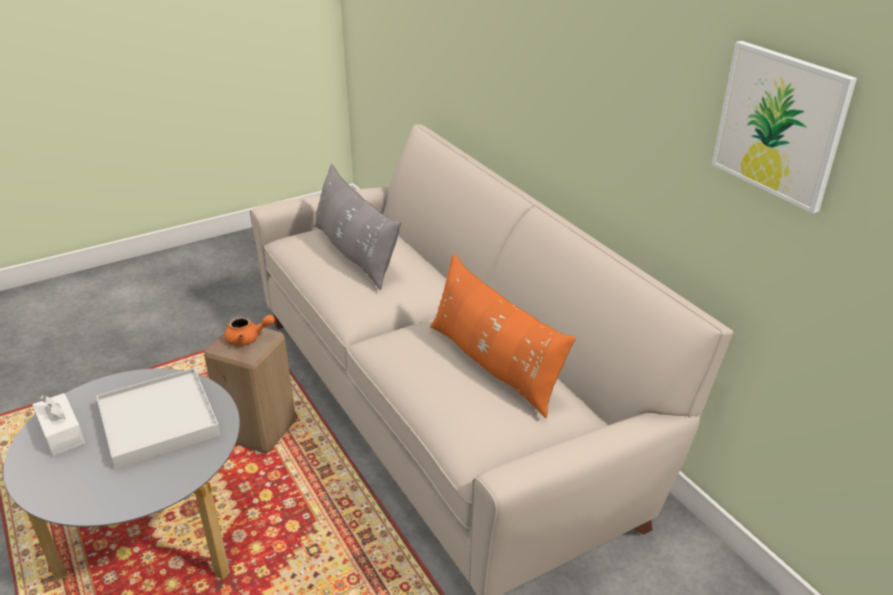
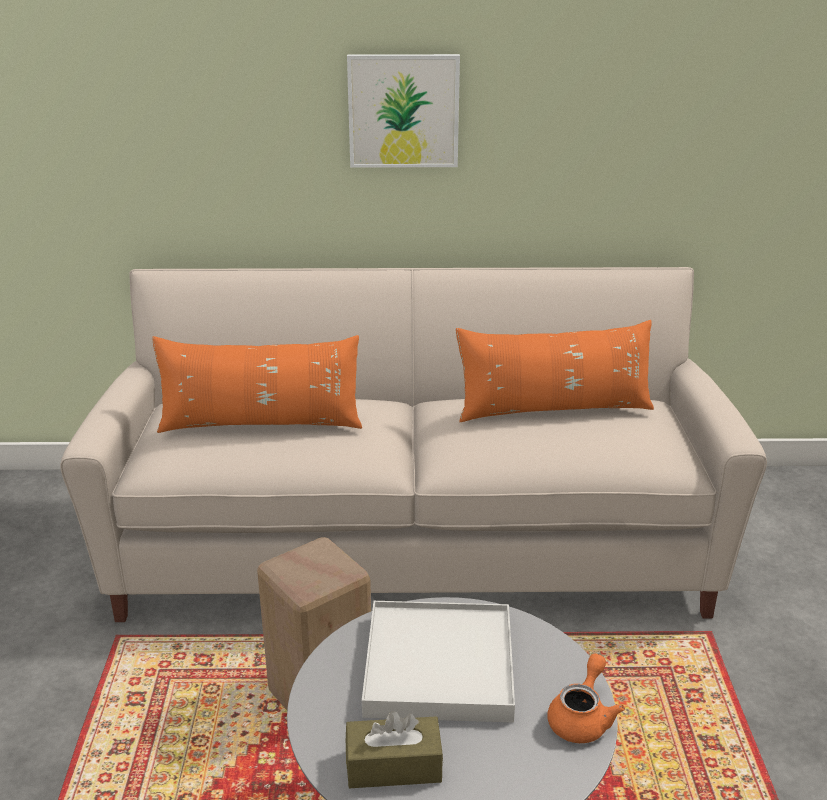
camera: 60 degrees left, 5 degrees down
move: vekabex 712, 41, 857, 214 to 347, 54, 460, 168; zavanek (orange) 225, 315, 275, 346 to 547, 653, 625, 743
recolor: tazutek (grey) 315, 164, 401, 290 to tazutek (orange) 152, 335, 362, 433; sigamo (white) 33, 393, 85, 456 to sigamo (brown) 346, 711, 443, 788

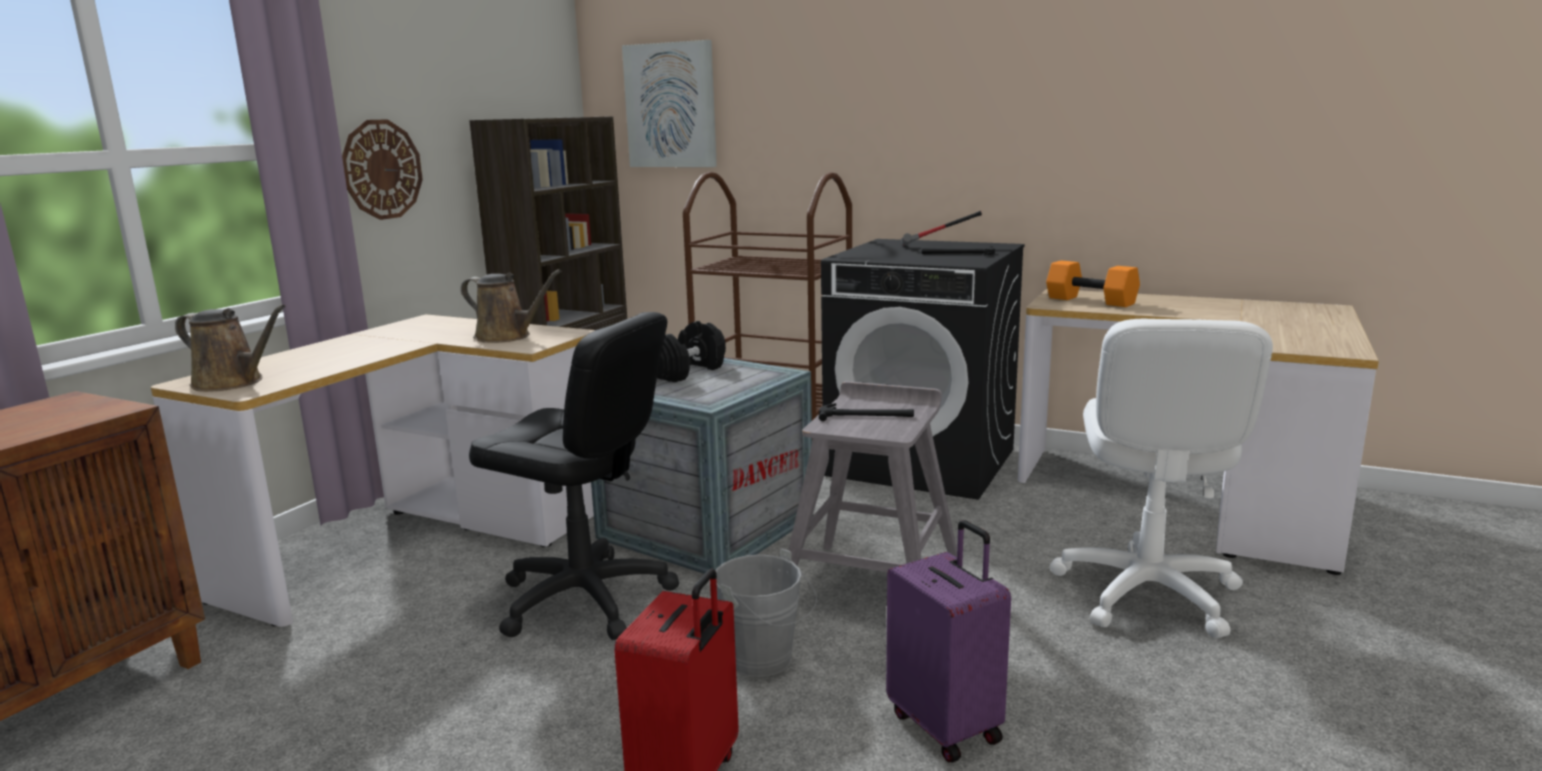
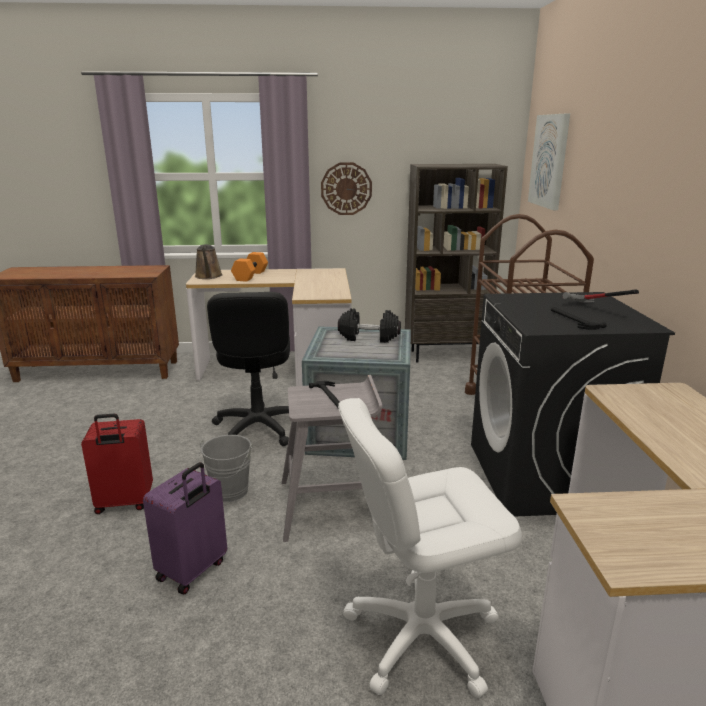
camera: 60 degrees right, 5 degrees up
delete: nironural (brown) 461, 269, 561, 343
move: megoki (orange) 1046, 260, 1140, 307 to 231, 252, 268, 282

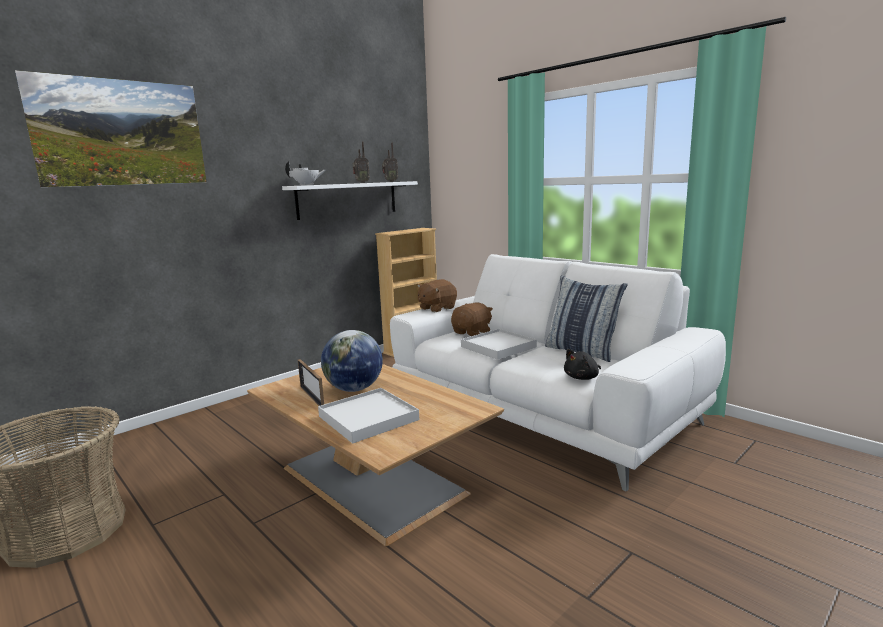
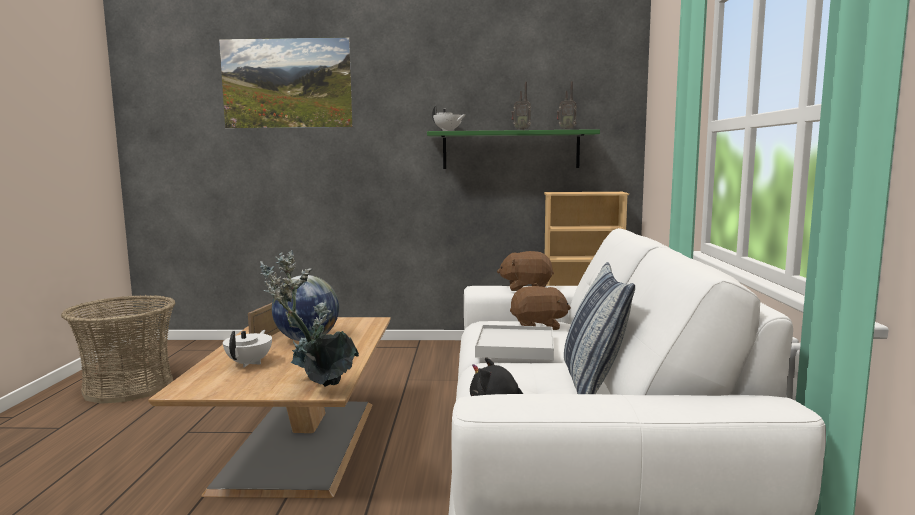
camera: 45 degrees right, 5 degrees down
insert: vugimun 260, 250, 359, 387
replace: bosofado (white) 318, 388, 419, 444 to zavanek (white) 223, 330, 272, 367
recolor: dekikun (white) 282, 181, 418, 220 to dekikun (green) 427, 129, 600, 169

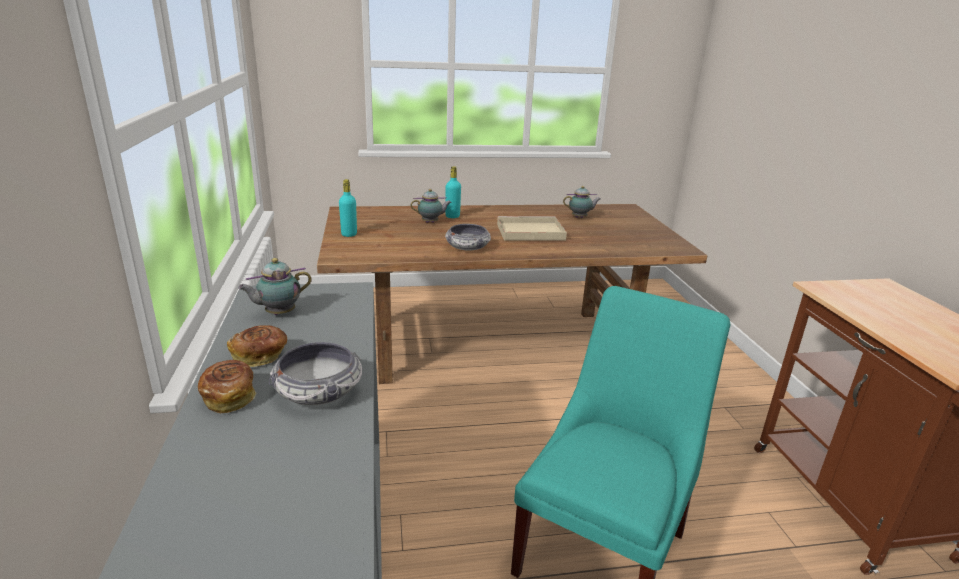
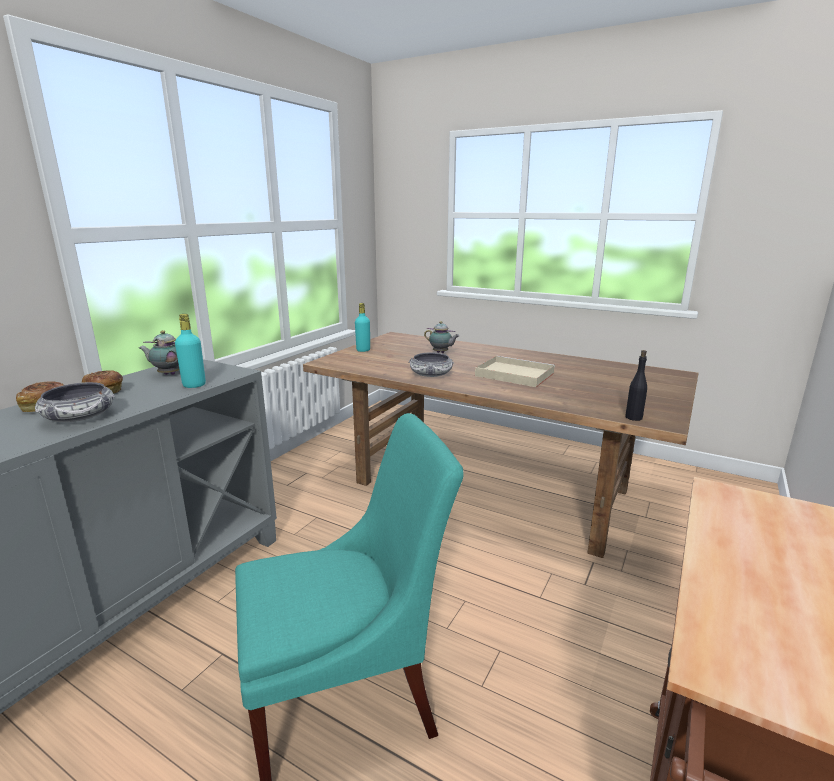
camera: 40 degrees right, 5 degrees down
delete: zavanek 563, 186, 600, 218
insert: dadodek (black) 625, 350, 647, 421
move: dadodek (turquoise) 446, 166, 461, 218 to 175, 314, 206, 388

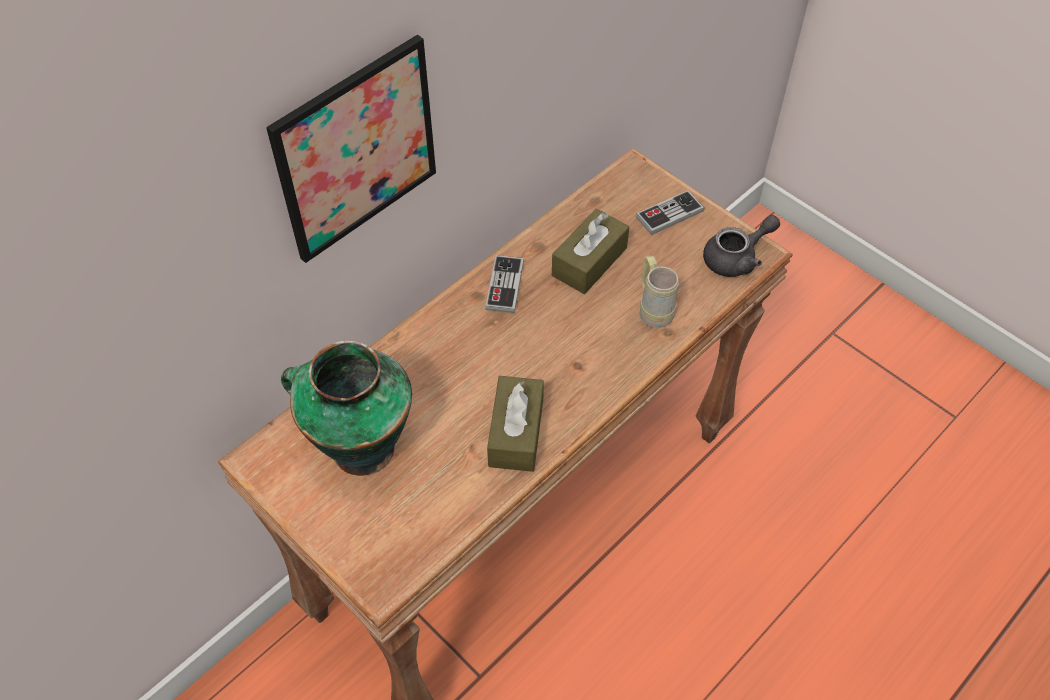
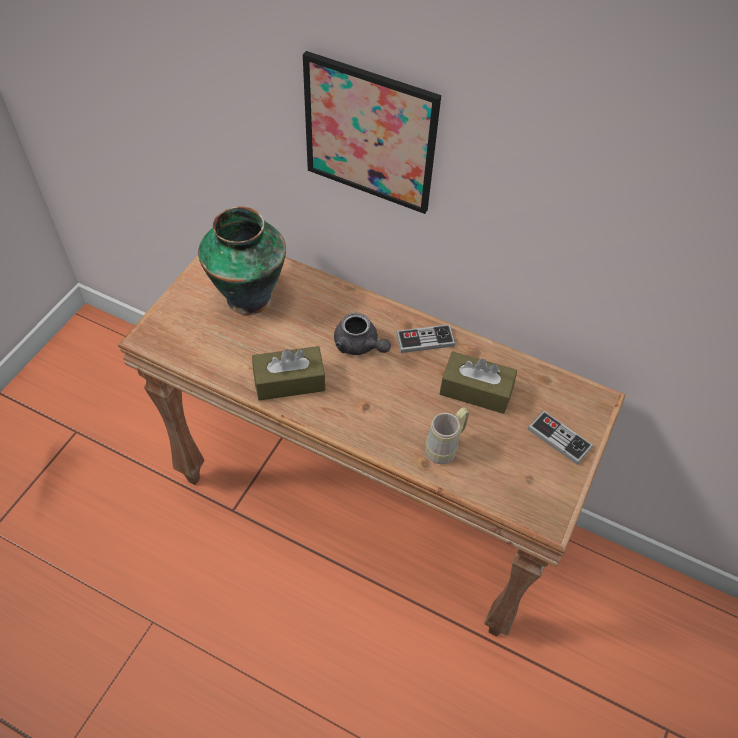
camera: 70 degrees right, 0 degrees up
move: zavanek (grey) 703, 215, 780, 277 to 334, 313, 391, 355

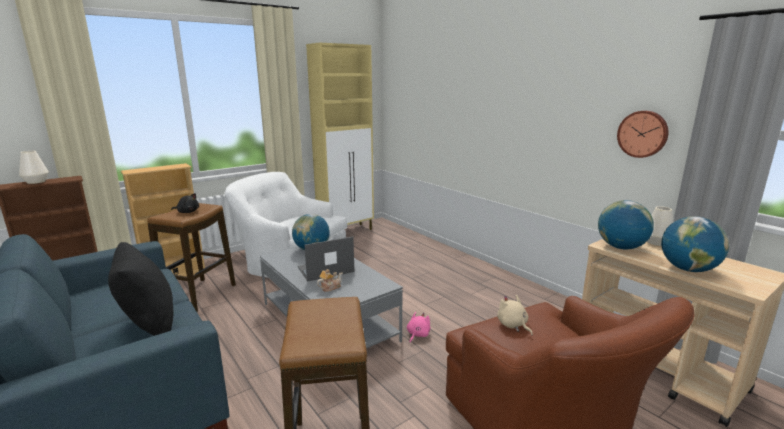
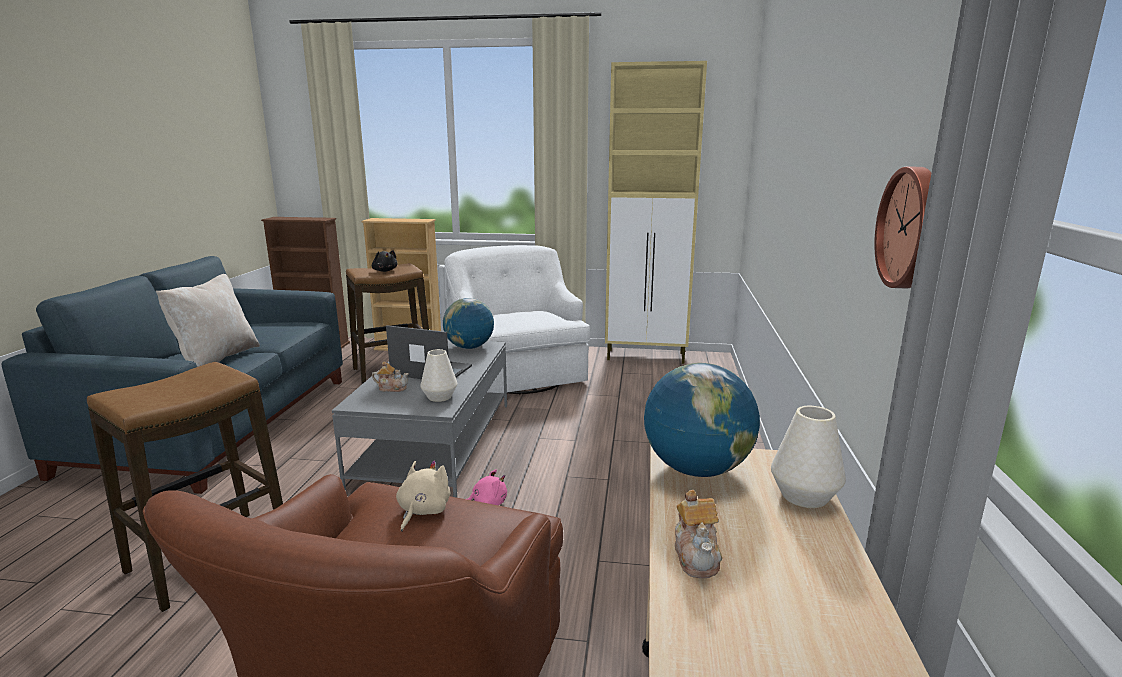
camera: 45 degrees right, 0 degrees up
move: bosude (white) 19, 151, 49, 184 to 420, 349, 457, 402
replace: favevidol 661, 217, 729, 272 to zavanek 675, 490, 722, 578
recolor: tazutek (black) 108, 242, 174, 336 to tazutek (beige) 156, 274, 260, 367

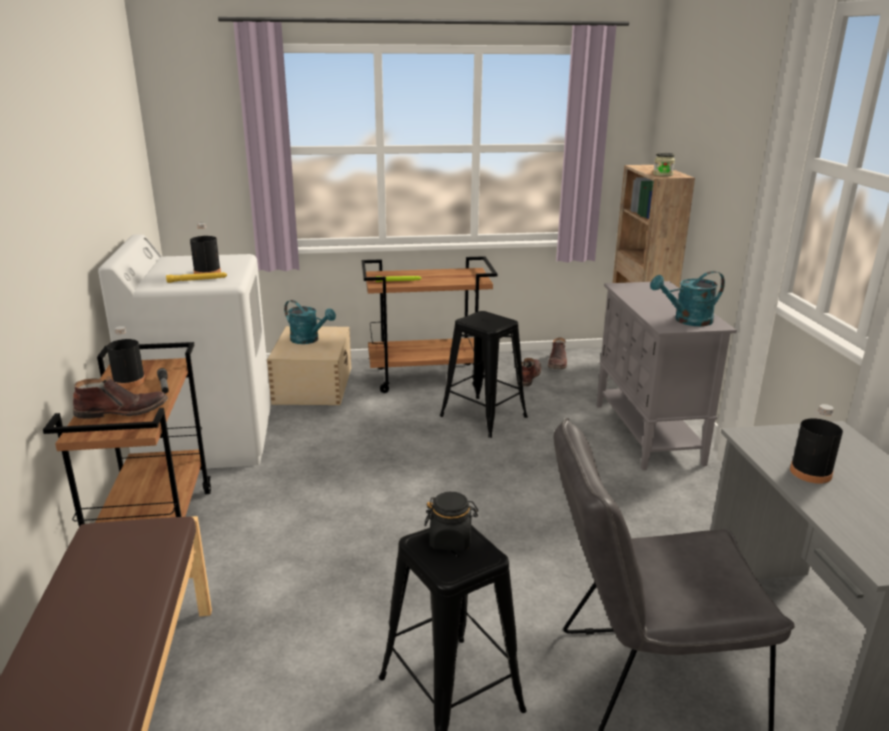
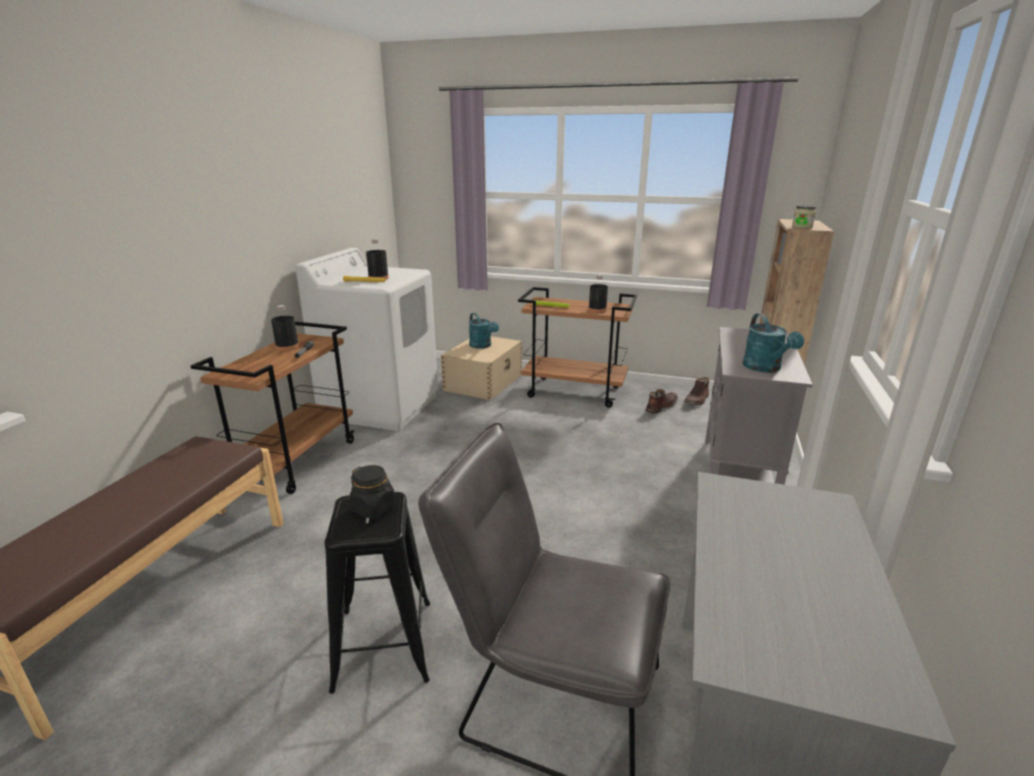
camera: 25 degrees right, 0 degrees up
delete: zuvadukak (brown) 73, 376, 168, 419; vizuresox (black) 440, 311, 528, 438
move: dadodek (black) 790, 404, 843, 484 to 589, 275, 608, 313
rotate: nironural (turquoise) 650, 271, 725, 326 = 743, 313, 804, 373 105 degrees counterclockwise

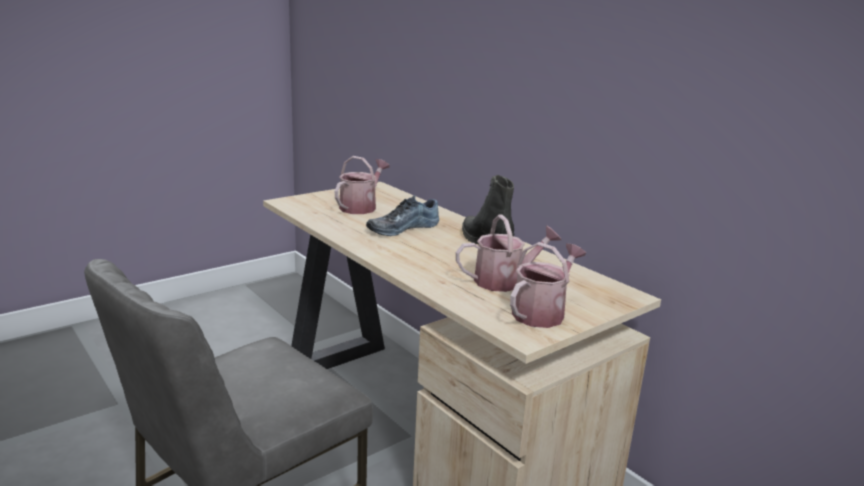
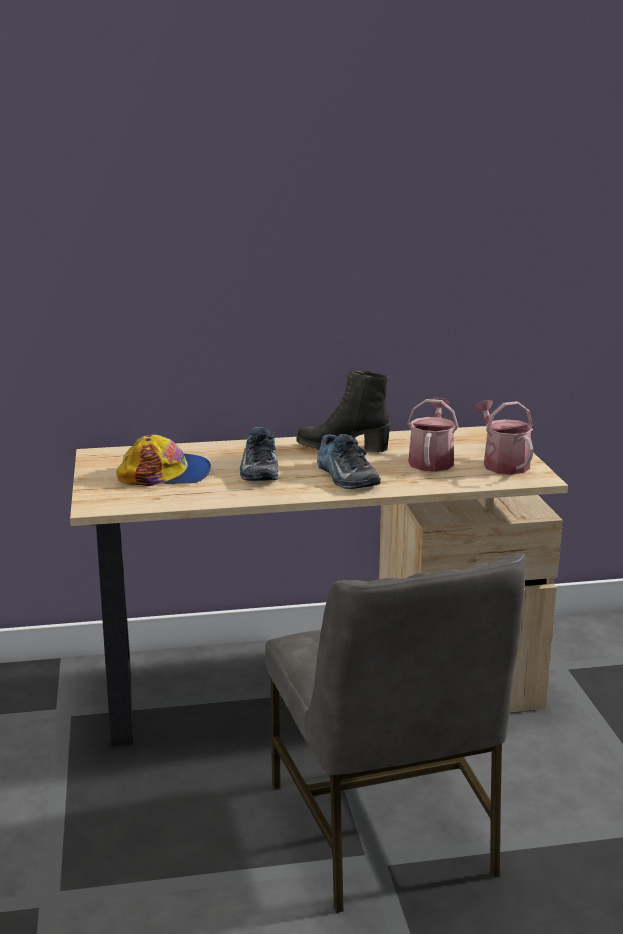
camera: 60 degrees left, 0 degrees up
insert: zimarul 317, 434, 381, 489
replace: nironural 335, 156, 389, 214 to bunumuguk 116, 434, 211, 486

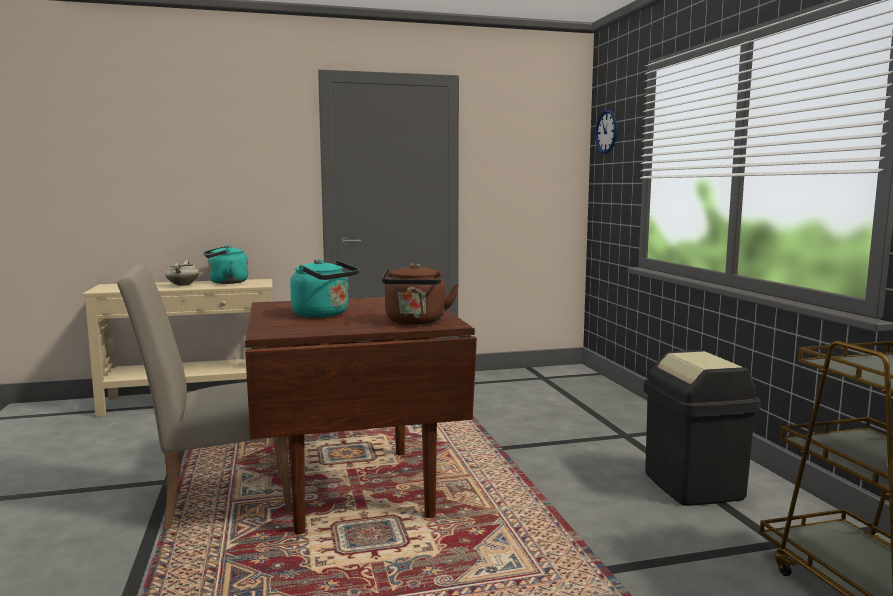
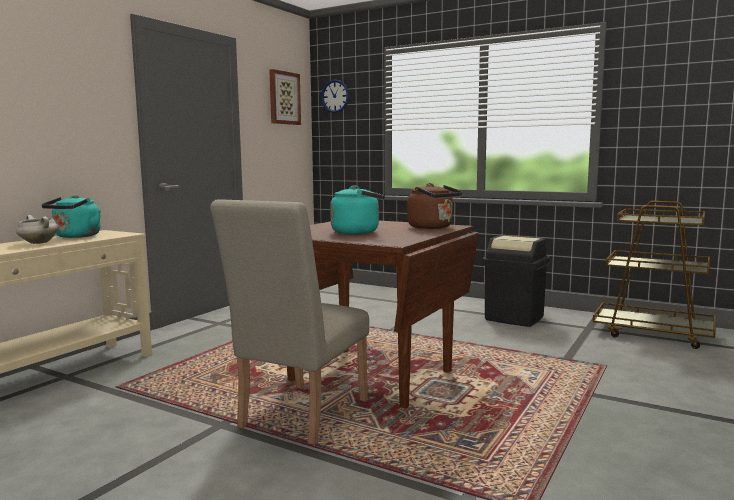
camera: 45 degrees left, 0 degrees up
insert: vekabex 269, 69, 301, 125

